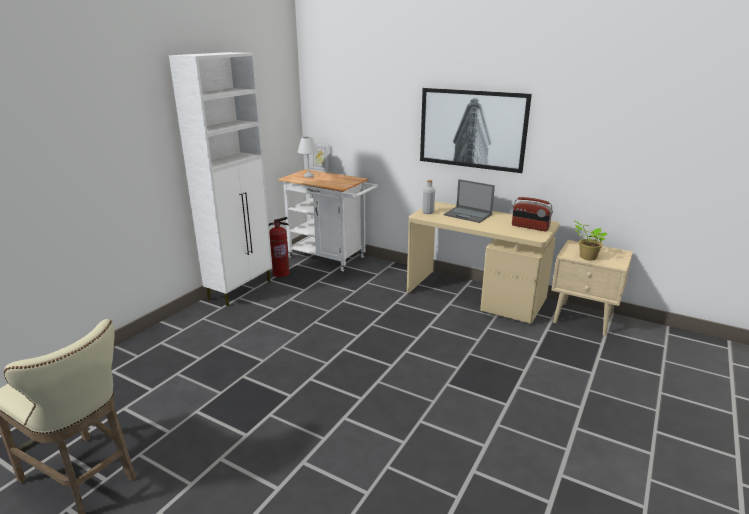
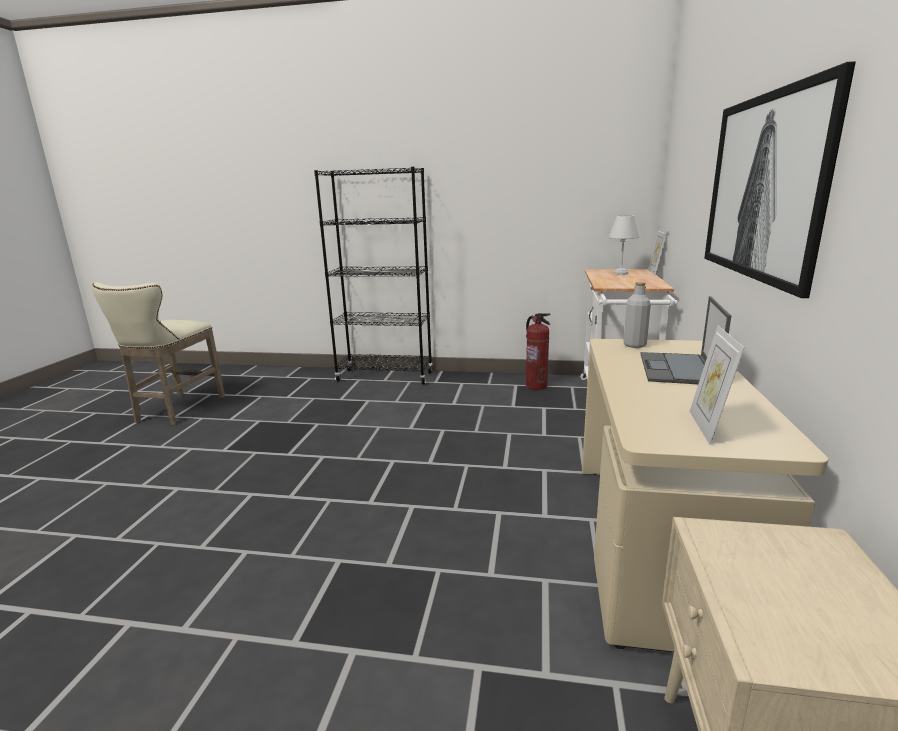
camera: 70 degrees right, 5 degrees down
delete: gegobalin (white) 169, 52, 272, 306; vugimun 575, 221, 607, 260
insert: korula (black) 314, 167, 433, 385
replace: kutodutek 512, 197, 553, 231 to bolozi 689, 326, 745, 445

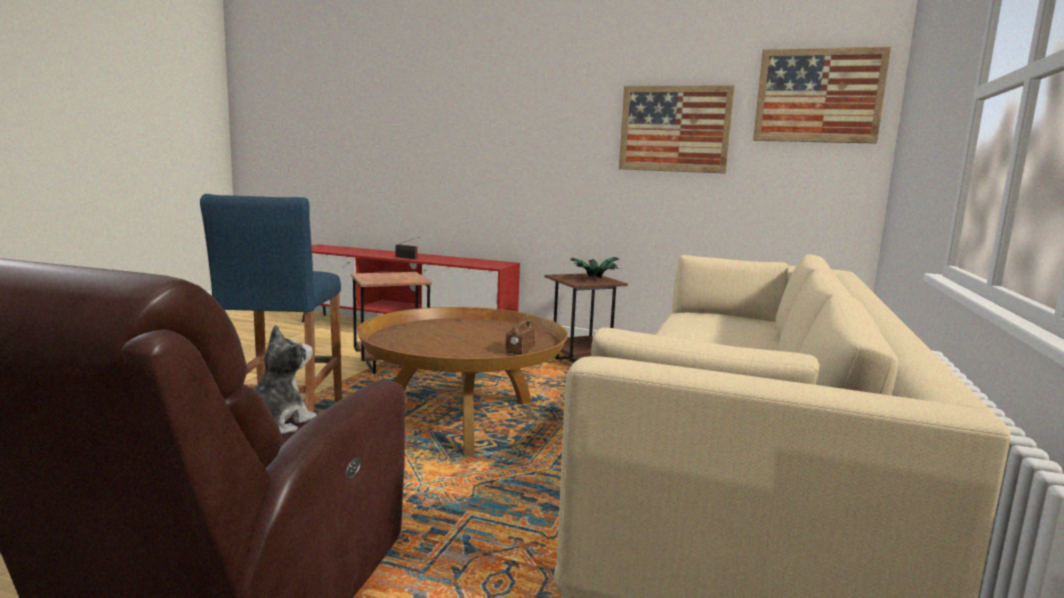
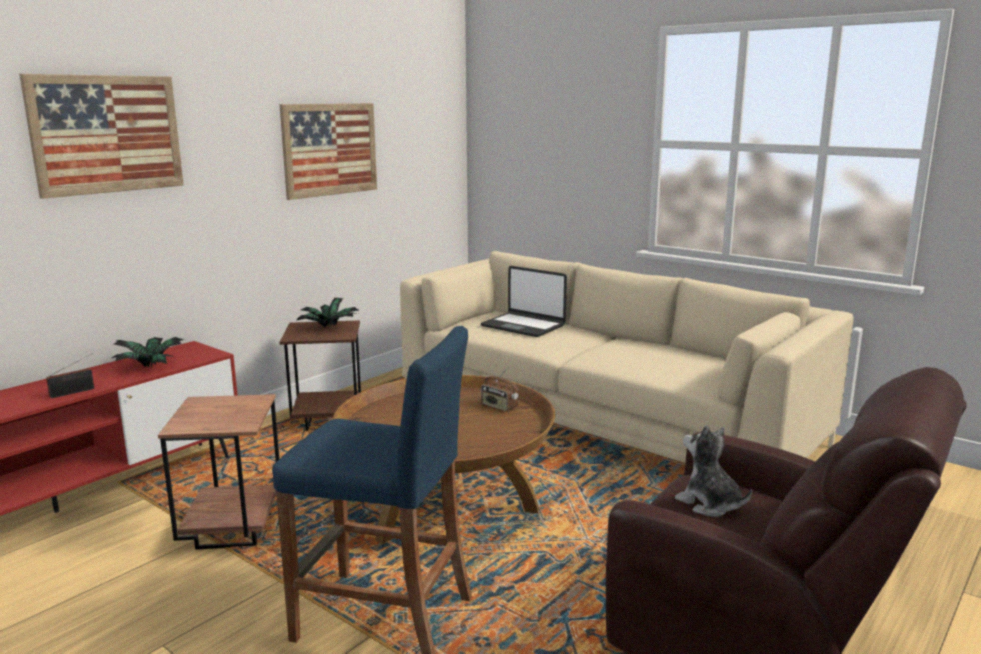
camera: 70 degrees left, 5 degrees up
insert: vugimun 112, 337, 183, 368; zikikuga 481, 266, 567, 337
move: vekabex 753, 46, 891, 144 to 19, 74, 184, 199

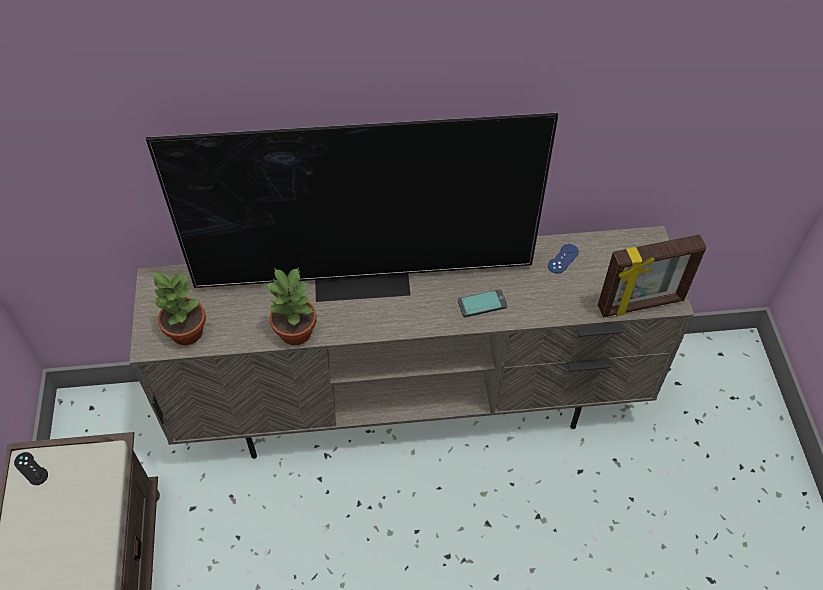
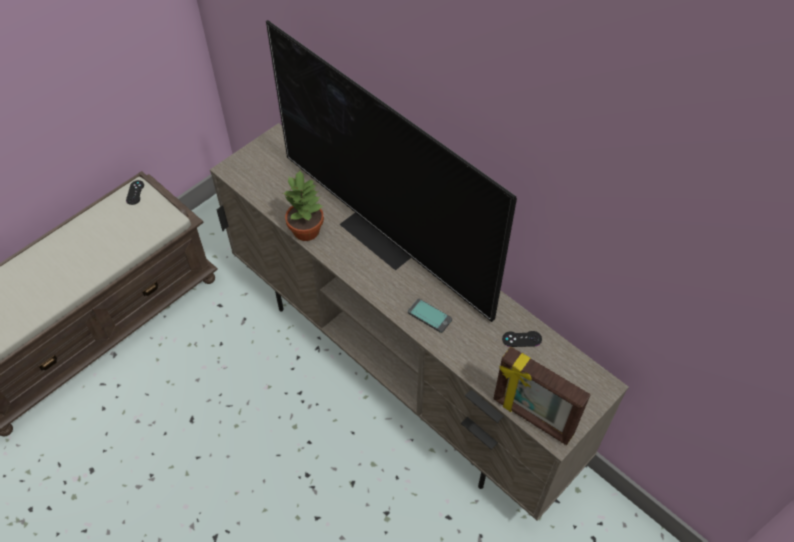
camera: 50 degrees right, 0 degrees up
delete: vugimun 152, 272, 206, 345
recolor: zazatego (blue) 548, 244, 579, 274 to zazatego (black) 502, 331, 542, 347

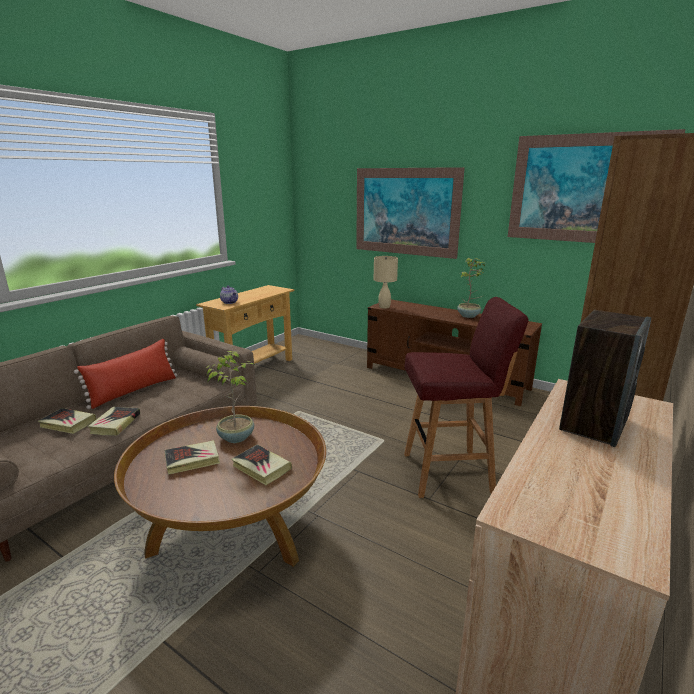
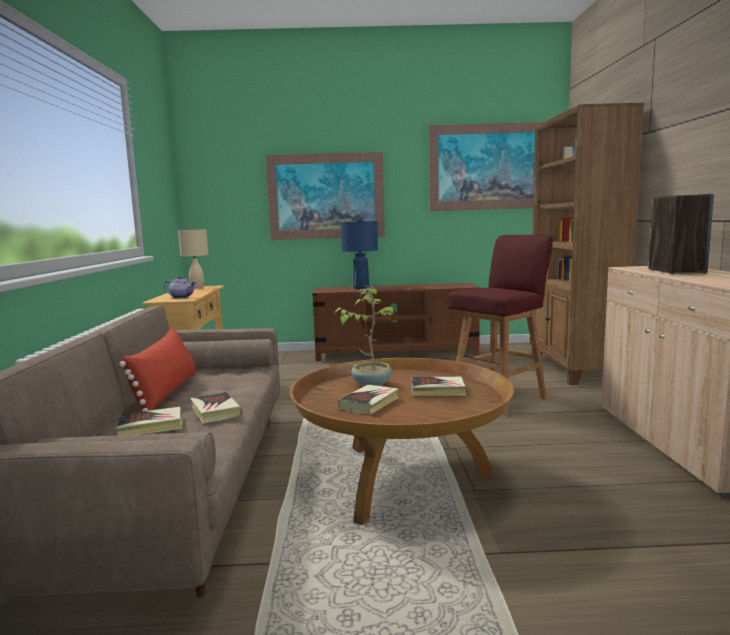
camera: 35 degrees left, 10 degrees down
delete: vugimun 457, 258, 485, 318
insert: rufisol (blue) 341, 219, 378, 289
move: rufisol (beige) 374, 256, 398, 309 to 178, 229, 209, 288

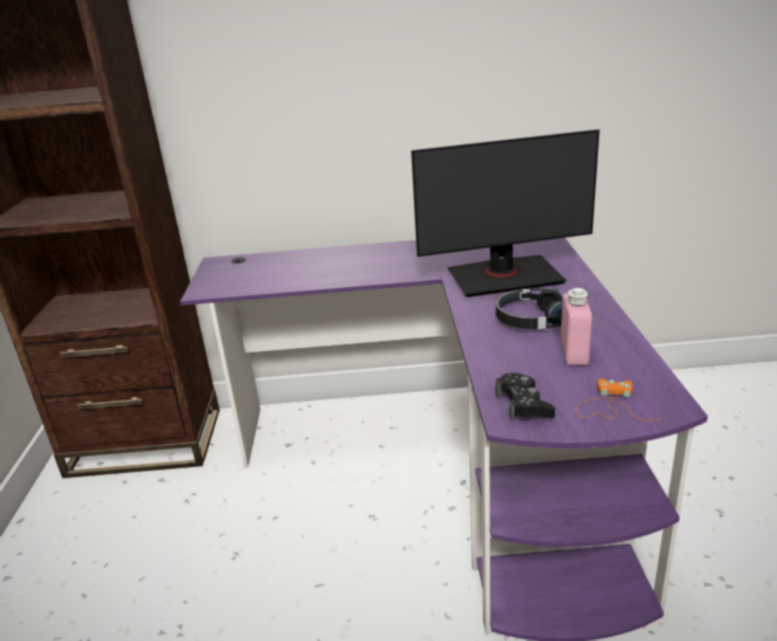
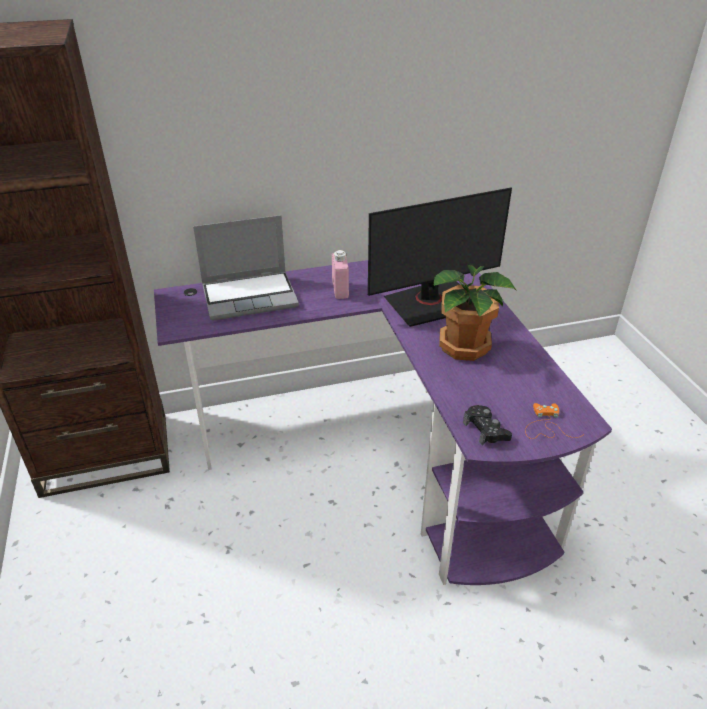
camera: 15 degrees left, 10 degrees up
insert: zikikuga 193, 215, 299, 320
move: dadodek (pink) 561, 288, 592, 365 to 332, 250, 349, 299
replace: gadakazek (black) 496, 288, 563, 330 to vugimun 433, 265, 517, 361

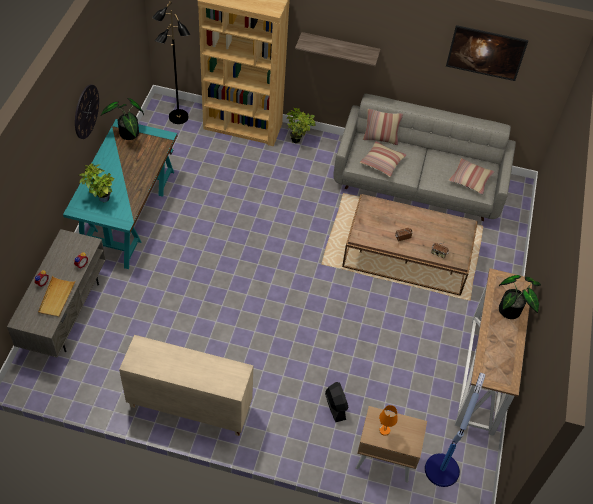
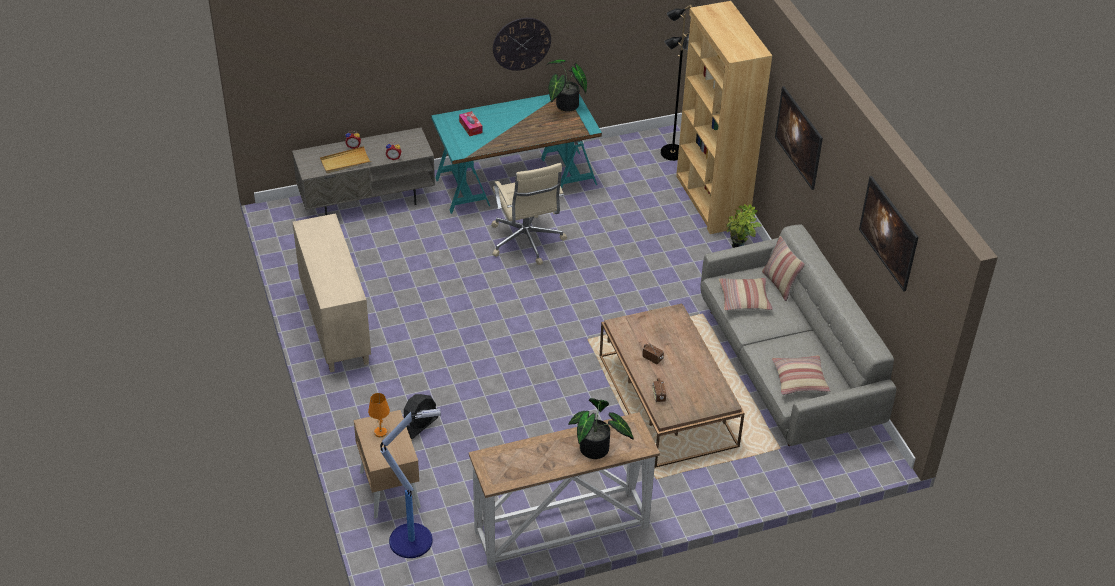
camera: 60 degrees right, 10 degrees down
insert: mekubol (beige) 491, 163, 567, 265
replace: vugimun 79, 164, 114, 202 to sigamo 459, 111, 483, 136; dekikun 295, 32, 381, 66 to vekabex 775, 86, 823, 190

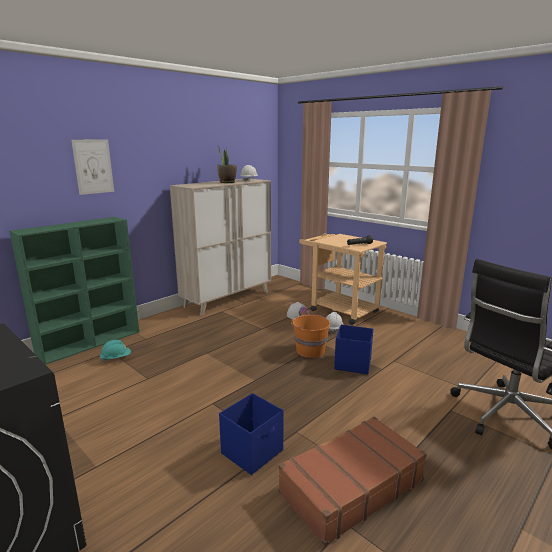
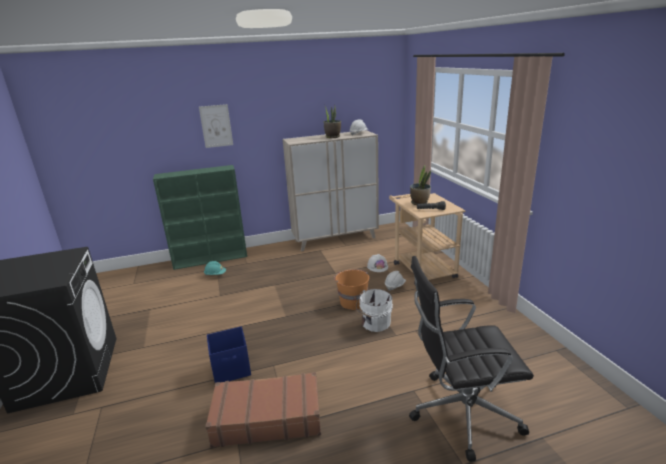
camera: 30 degrees right, 5 degrees up
insert: vugimun 410, 165, 431, 205
replace: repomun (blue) 334, 325, 373, 374 to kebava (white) 356, 289, 393, 332

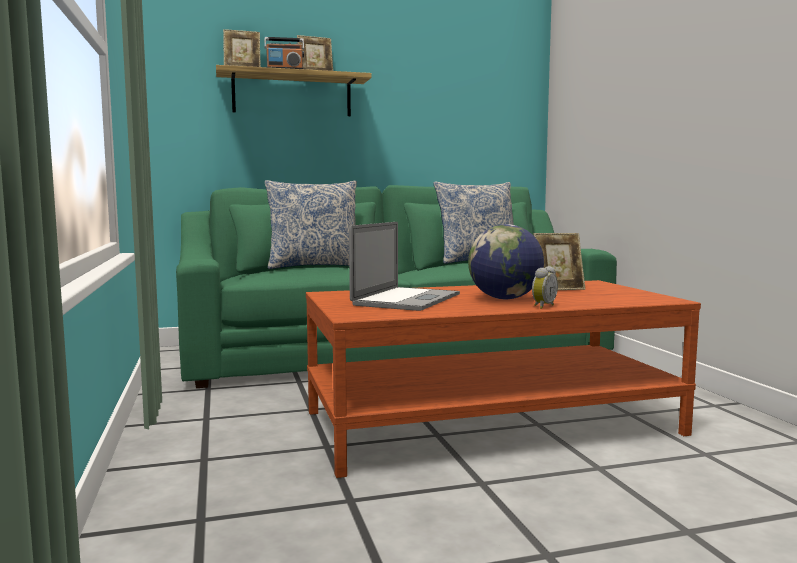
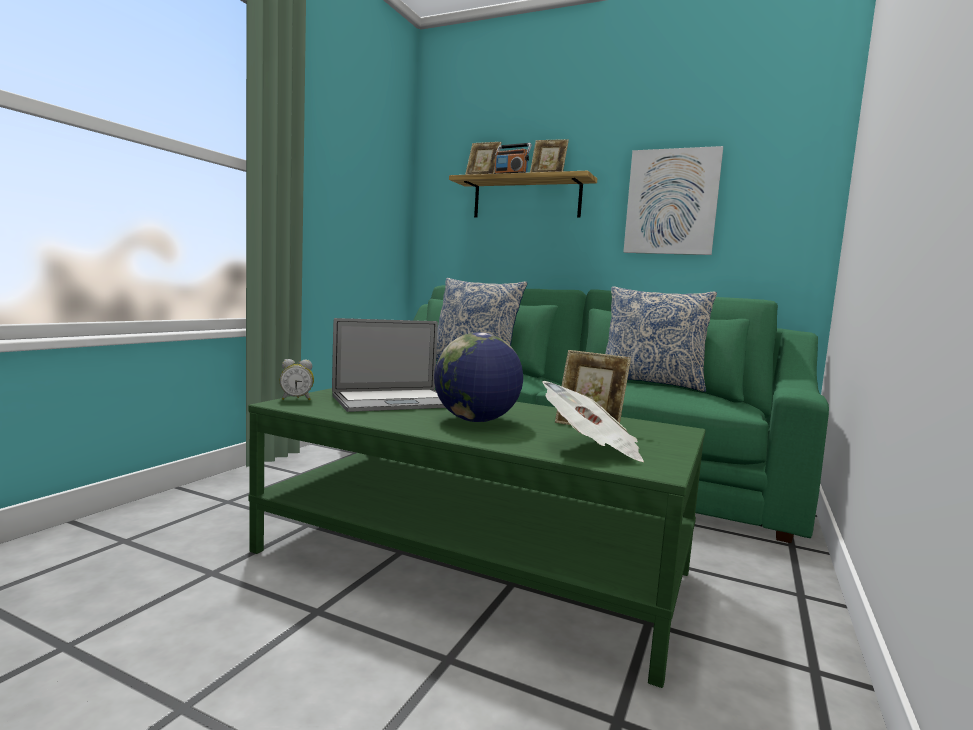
camera: 40 degrees right, 0 degrees up
insert: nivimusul 542, 381, 643, 462; vekabex 623, 146, 723, 255
move: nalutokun 532, 266, 558, 309 to 280, 359, 314, 400
recolor: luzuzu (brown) 306, 280, 701, 478 to luzuzu (green) 248, 388, 706, 688

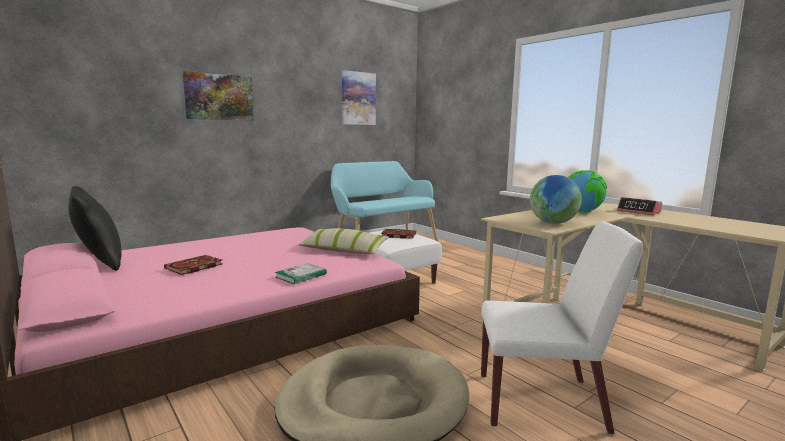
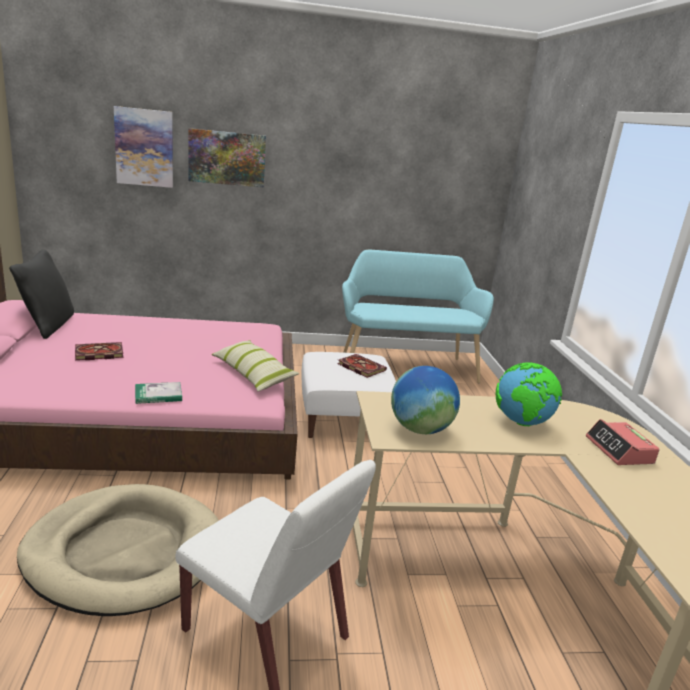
camera: 30 degrees right, 10 degrees up
move: vekabex 342, 70, 376, 125 to 114, 106, 173, 188

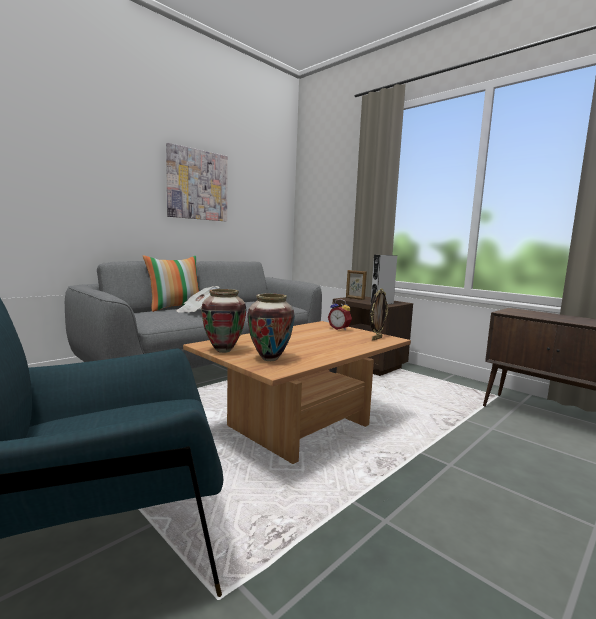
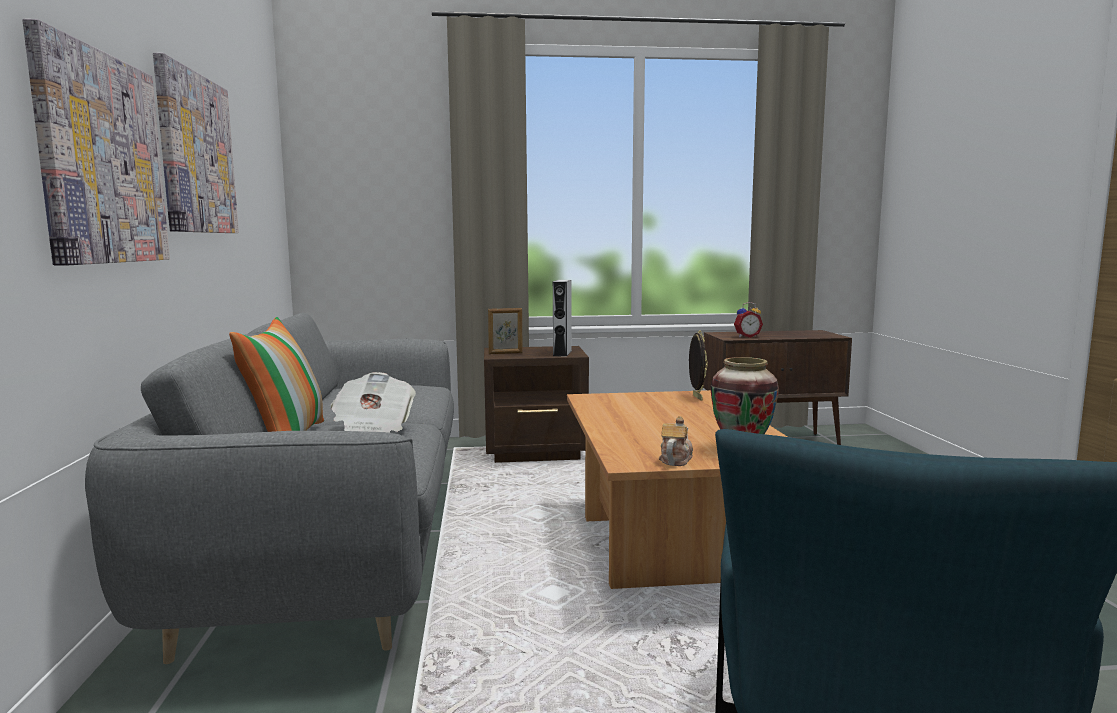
camera: 50 degrees left, 0 degrees up
insert: vekabex 22, 19, 170, 266
move: nalutokun 328, 299, 352, 331 to 734, 302, 763, 338
replace: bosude 201, 289, 246, 353 to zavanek 659, 416, 693, 466

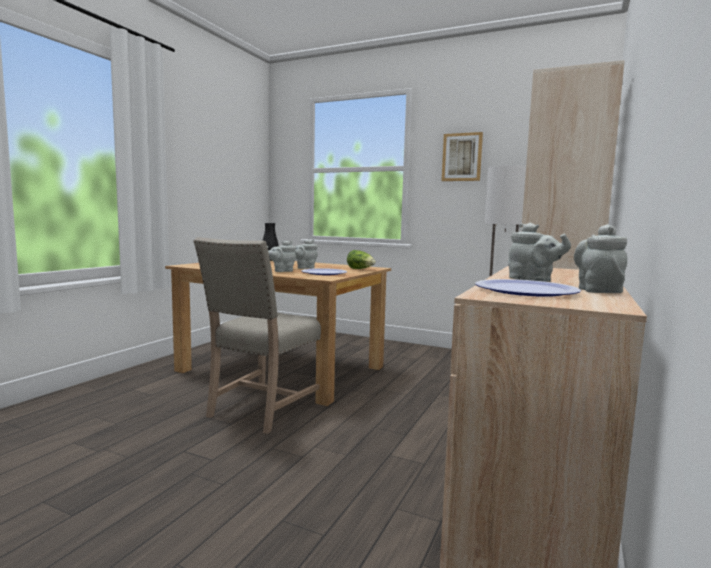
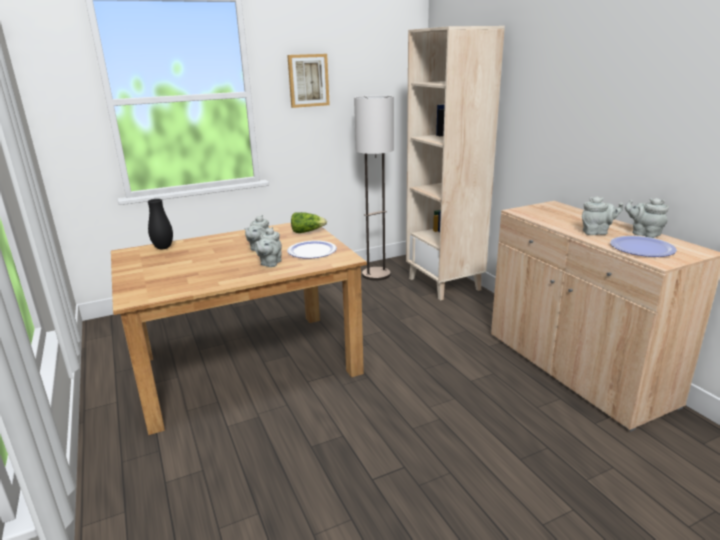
camera: 50 degrees left, 15 degrees up
delete: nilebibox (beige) 193, 237, 321, 434

